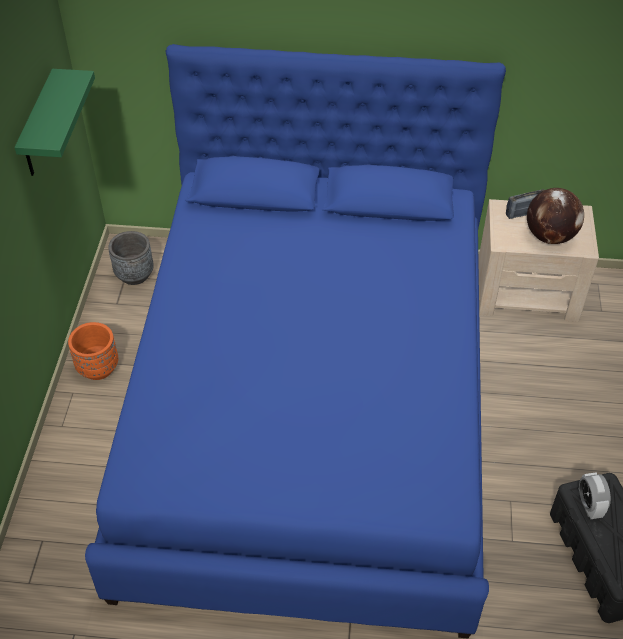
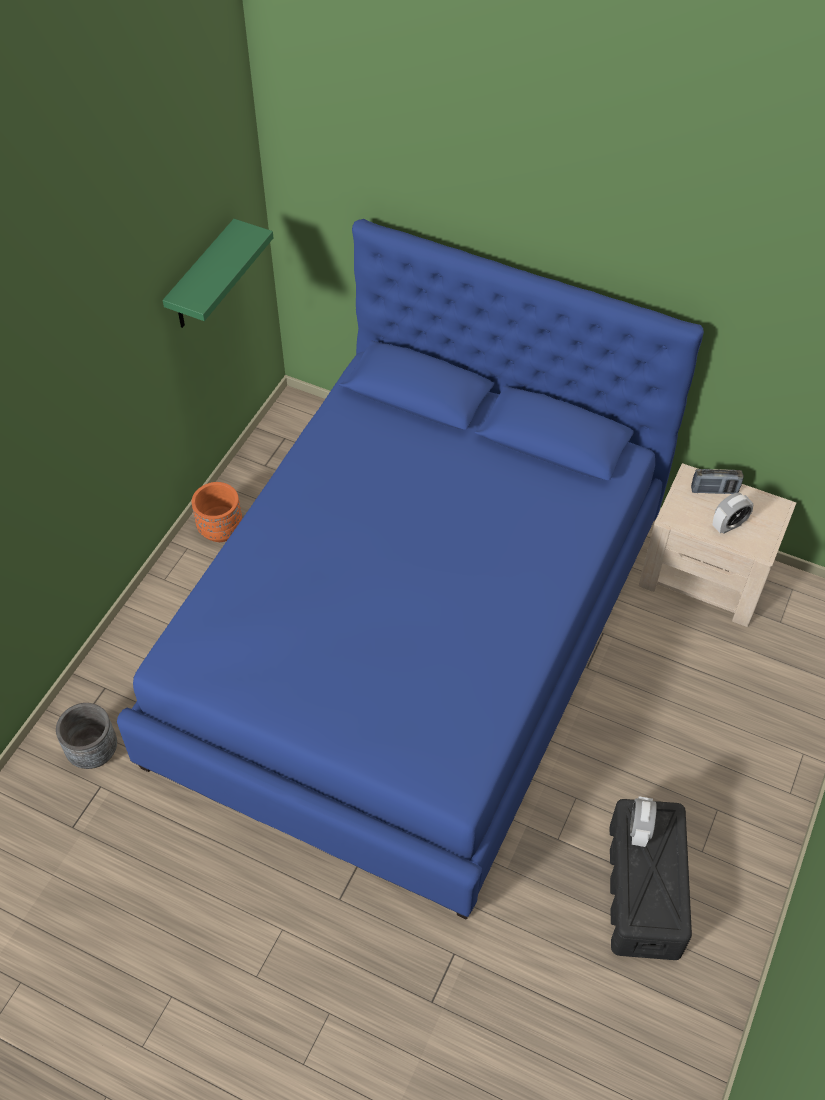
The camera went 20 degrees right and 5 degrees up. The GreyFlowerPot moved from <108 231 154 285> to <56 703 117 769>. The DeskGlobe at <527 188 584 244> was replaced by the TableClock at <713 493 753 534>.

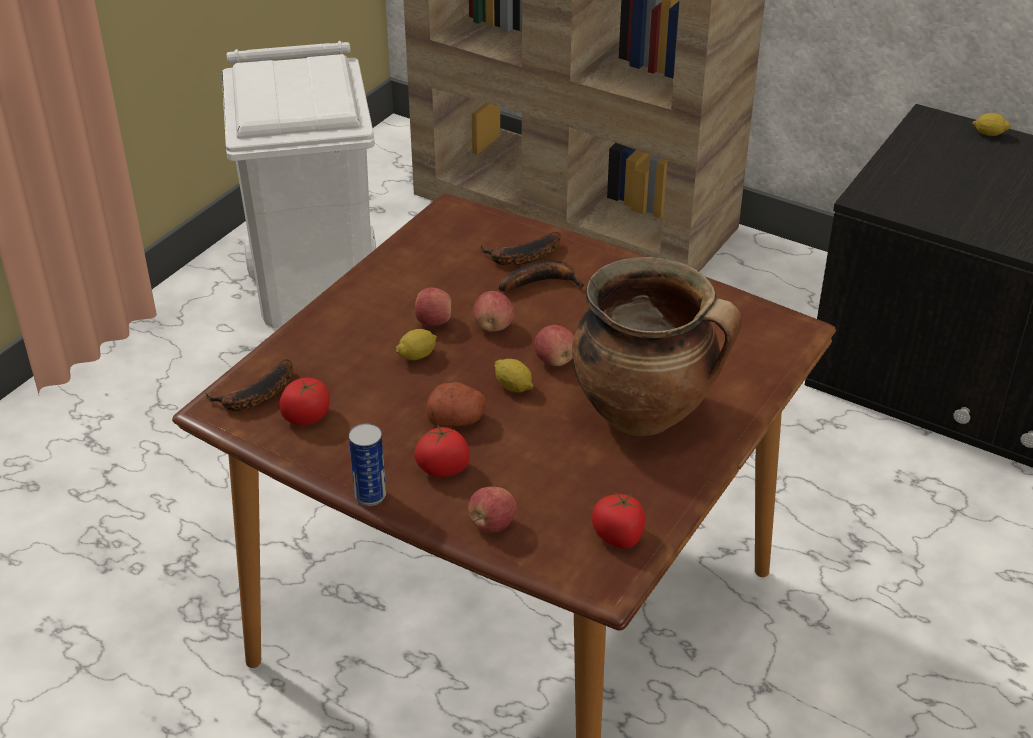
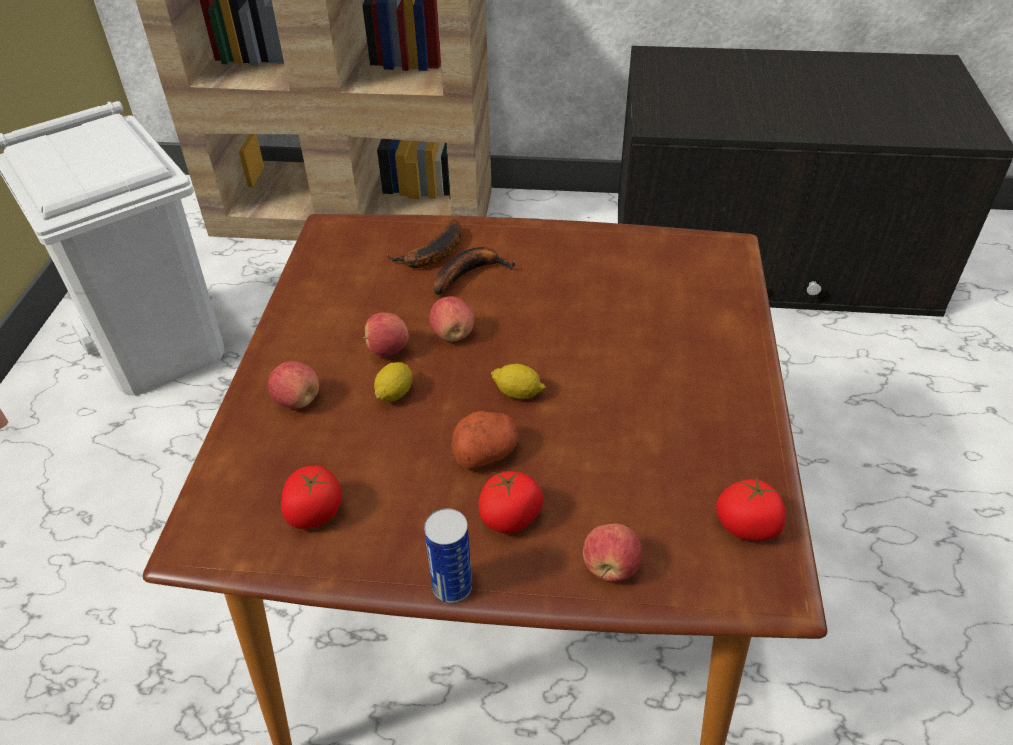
The camera went 25 degrees left and 5 degrees up. The WholeBanana at <205 359 293 411> disappeared. The AppleFruit moved from <534 325 574 366> to <268 361 319 409>. The Saucepot at <572 257 742 436> disappeared. The CitrusFruit at <972 113 1011 136> disappeared.

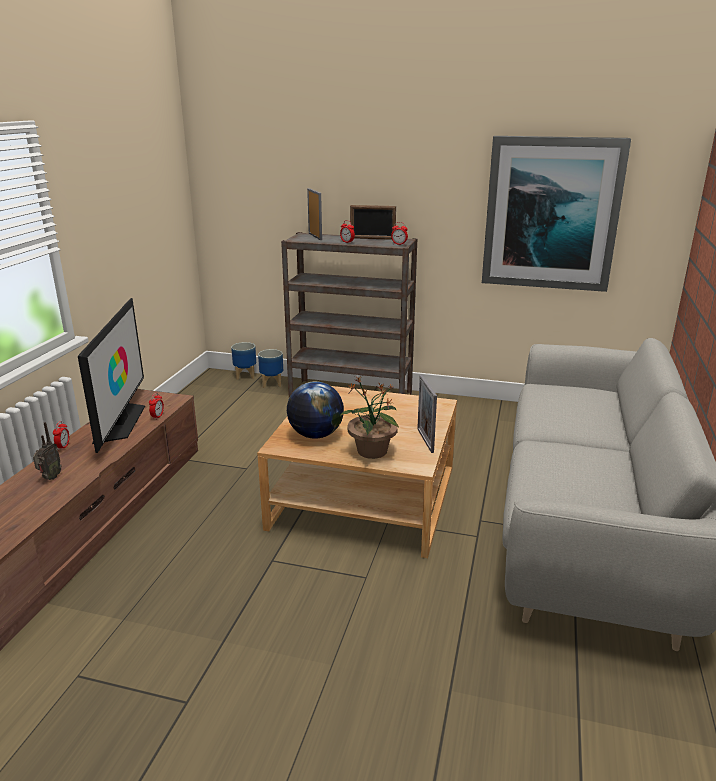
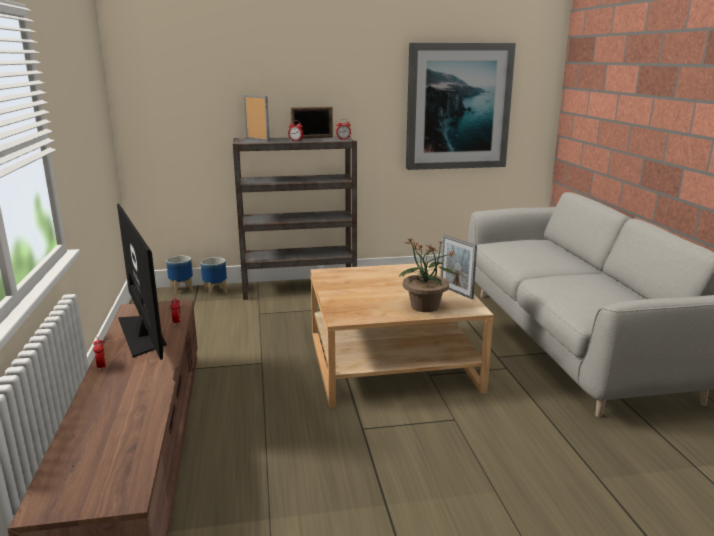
The camera went 25 degrees left and 5 degrees down. The RadioReceiver at <33 422 62 480> disappeared. The DeskGlobe at <287 381 344 439> disappeared.

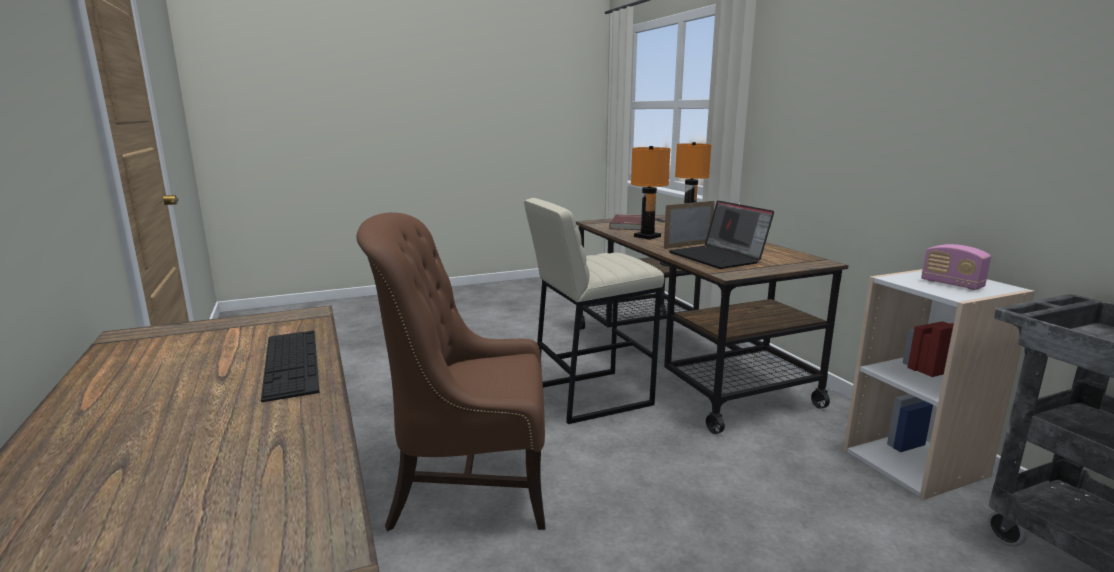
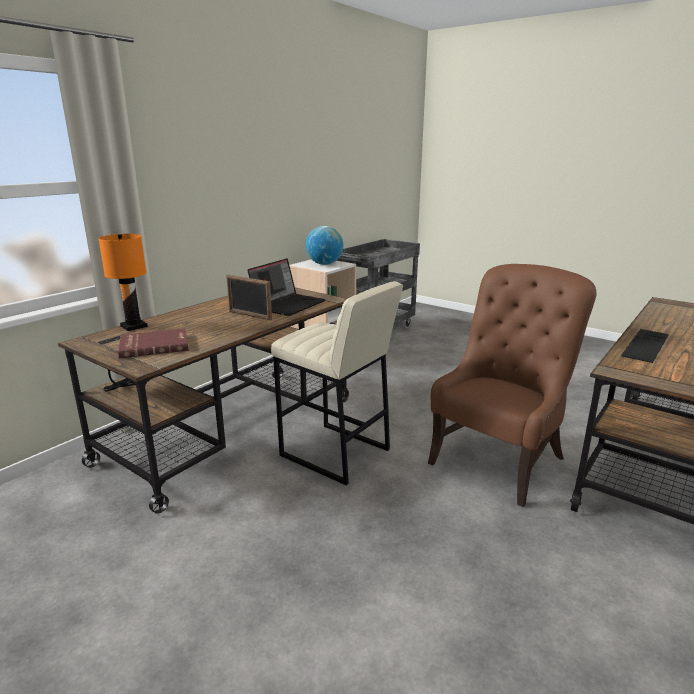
The camera went 120 degrees left and 5 degrees up. The BrownishUprightChair at <356 212 545 531> turned 105 degrees counterclockwise. The OrangeColouredTabletopLamp at <631 146 671 240> disappeared. The RadioReceiver at <921 244 991 290> was replaced by the DeskGlobe at <305 226 343 265>.

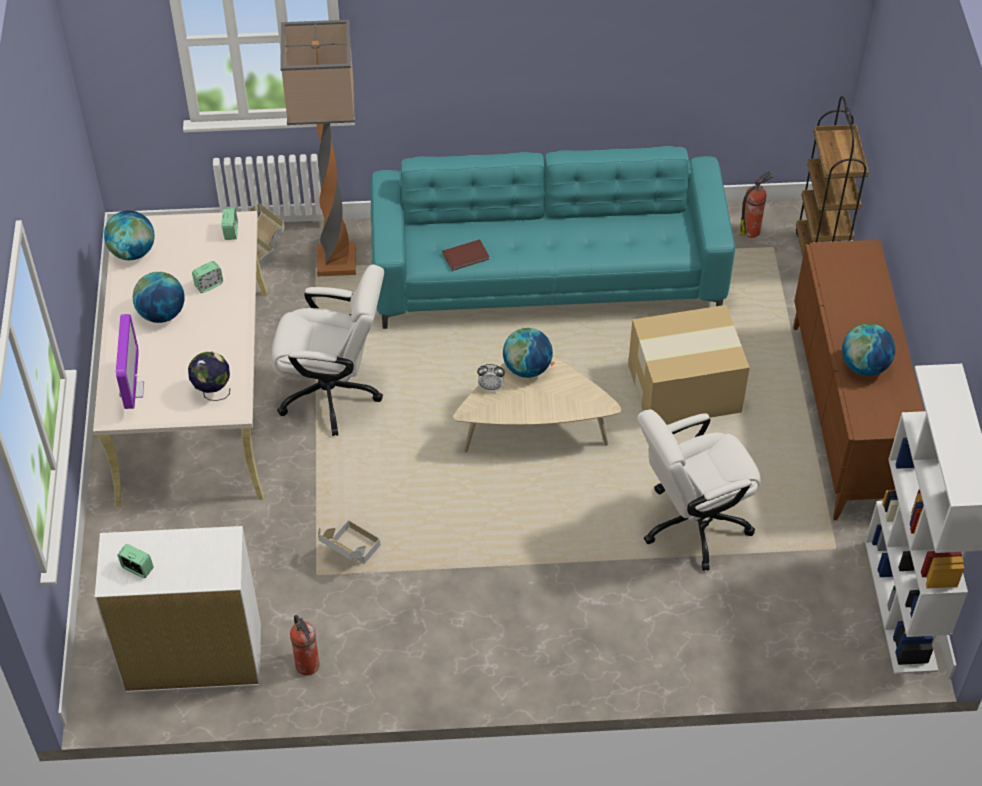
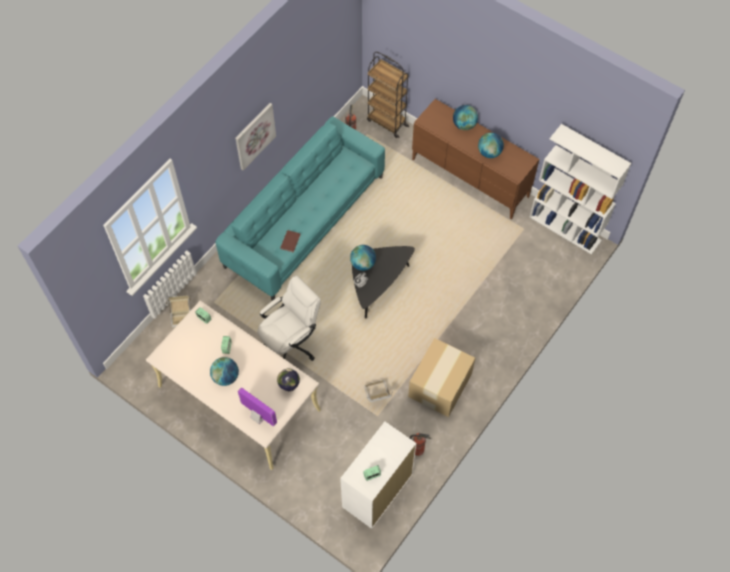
The camera went 50 degrees left and 10 degrees up. The DeskGlobe moved from <104 210 155 260> to <453 105 478 130>. The FloorLamp at <280 20 356 276> disappeared. The SandColouredCoffeeTable at <453 355 621 452> became the BlackishCoffeeTable at <352 246 415 318>. The PackingBox moved from <628 305 750 425> to <408 338 475 417>. The WhiteDeskChair at <637 409 761 571> disappeared. The Picture at <235 103 276 170> appeared.

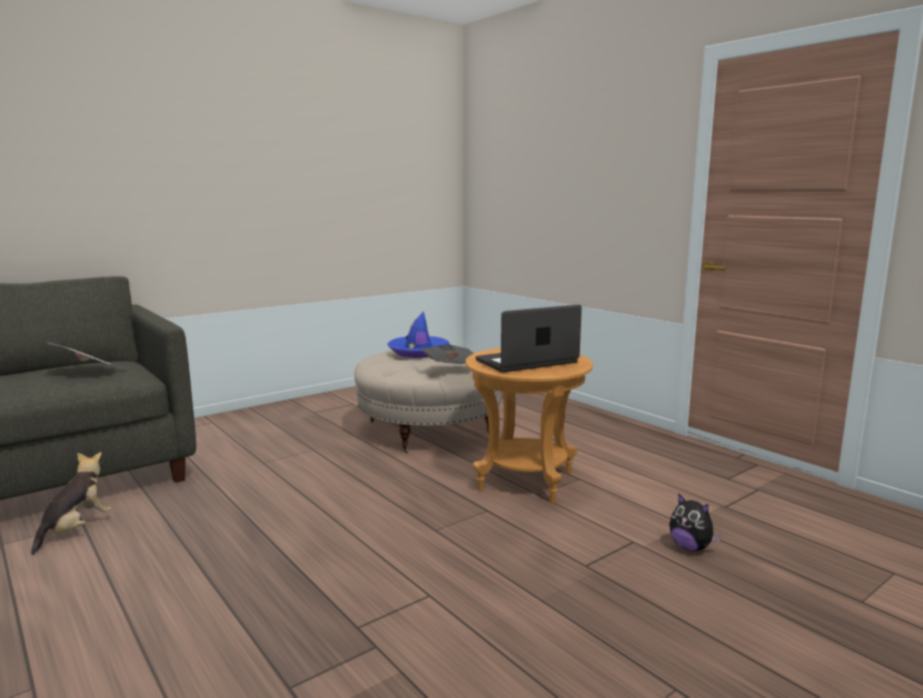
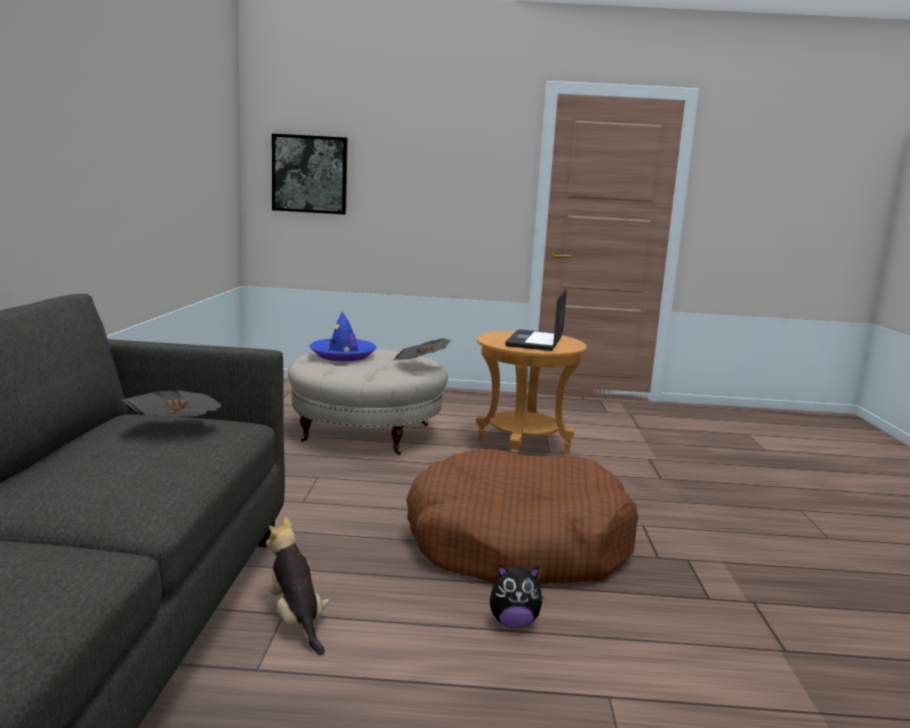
The camera went 50 degrees left and 0 degrees up. The SoftToy moved from <669 493 721 551> to <490 565 544 628>. The Picture at <272 134 348 214> appeared. The BrownishPetBed at <406 449 638 585> appeared.

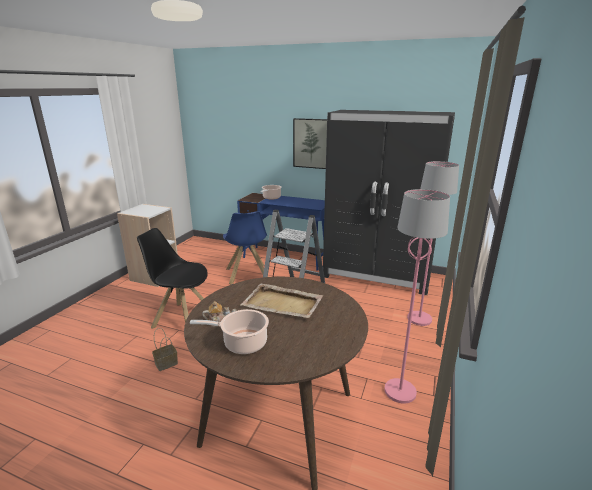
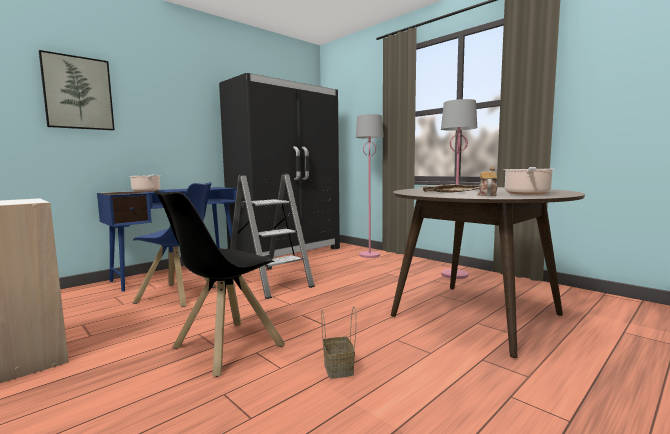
The camera went 65 degrees left and 15 degrees down. The Picture moved from <293 118 327 169> to <39 50 115 130>.

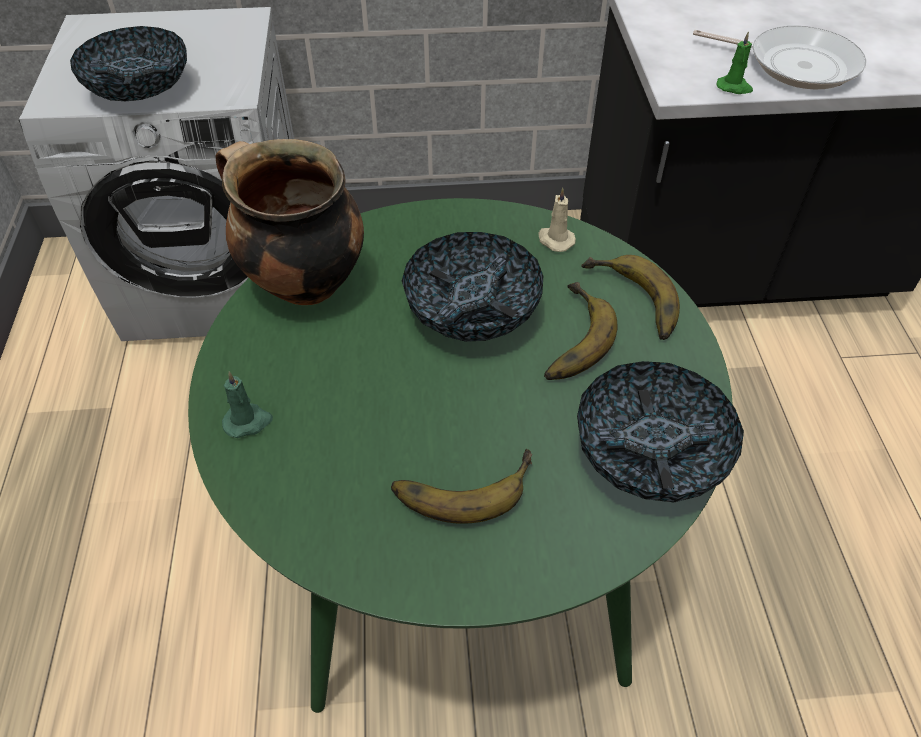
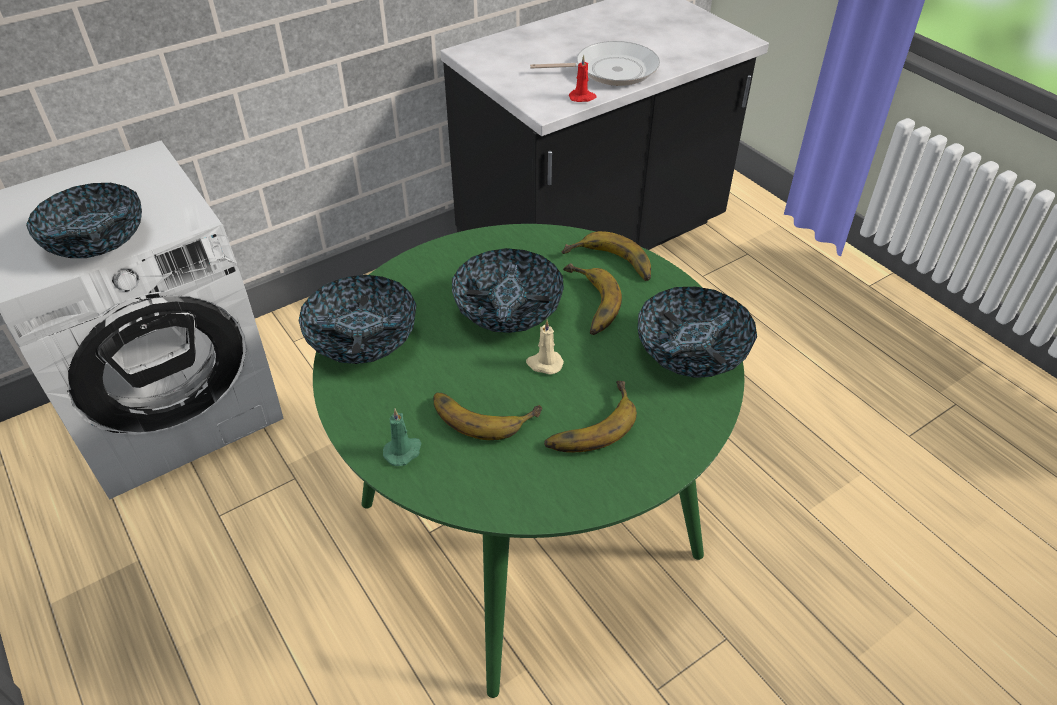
The camera went 30 degrees left and 5 degrees down. The Saucepot at <215 139 364 305> was replaced by the ServingBowl at <299 275 417 364>. The SandColouredWaxCandle moved from <538 188 576 252> to <526 319 564 375>. The GreenWaxCandle at <716 31 753 94> became the ReddishWaxCandle at <569 55 597 102>. The WholeBanana at <433 392 542 440> appeared.

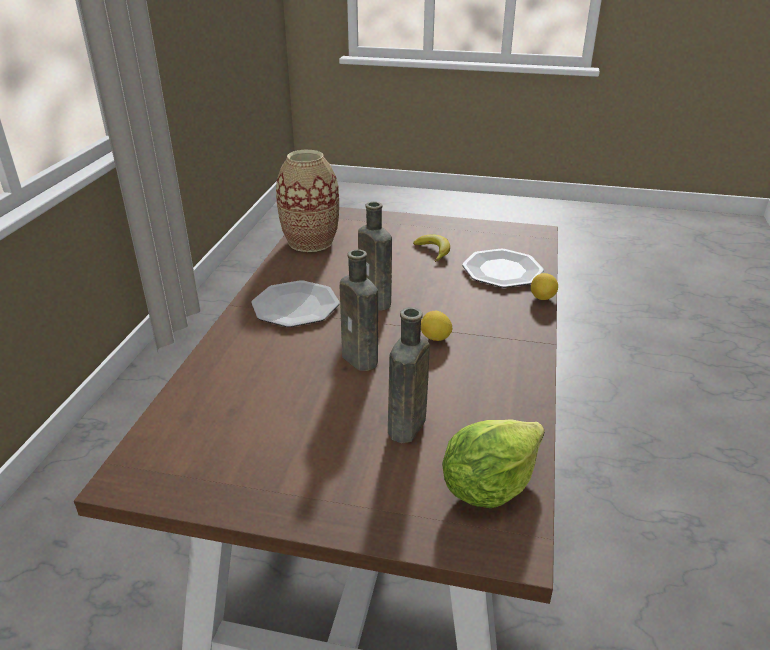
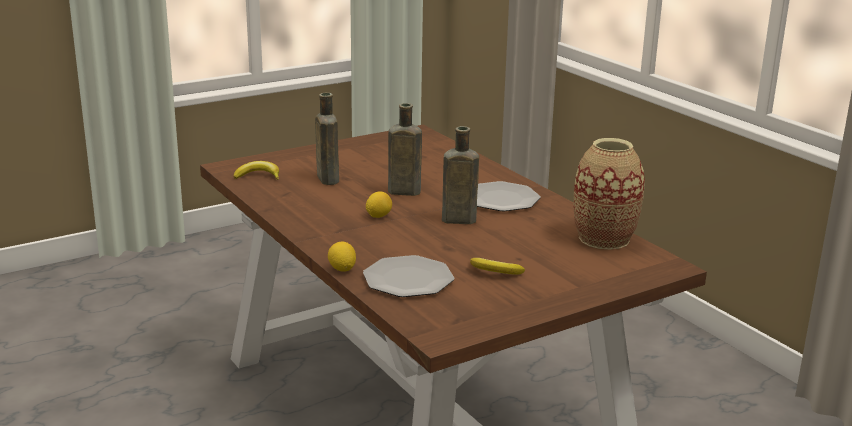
The camera went 135 degrees right and 10 degrees down. The LettuceHead at <442 419 545 508> was replaced by the WholeBanana at <234 161 279 180>.

